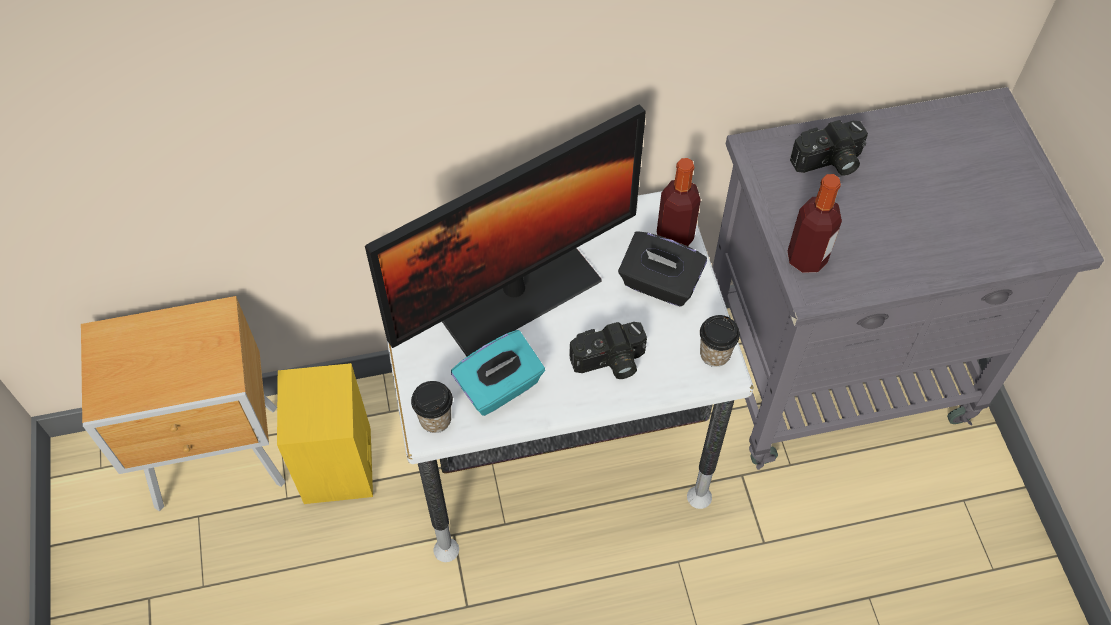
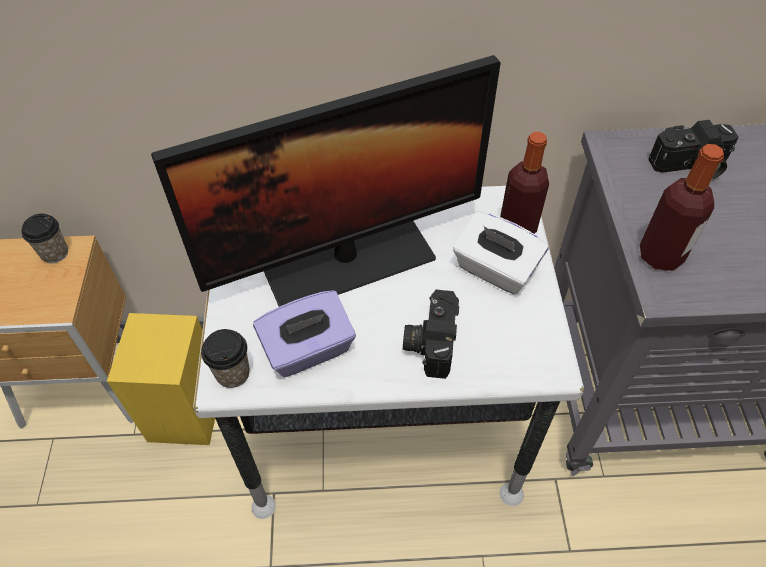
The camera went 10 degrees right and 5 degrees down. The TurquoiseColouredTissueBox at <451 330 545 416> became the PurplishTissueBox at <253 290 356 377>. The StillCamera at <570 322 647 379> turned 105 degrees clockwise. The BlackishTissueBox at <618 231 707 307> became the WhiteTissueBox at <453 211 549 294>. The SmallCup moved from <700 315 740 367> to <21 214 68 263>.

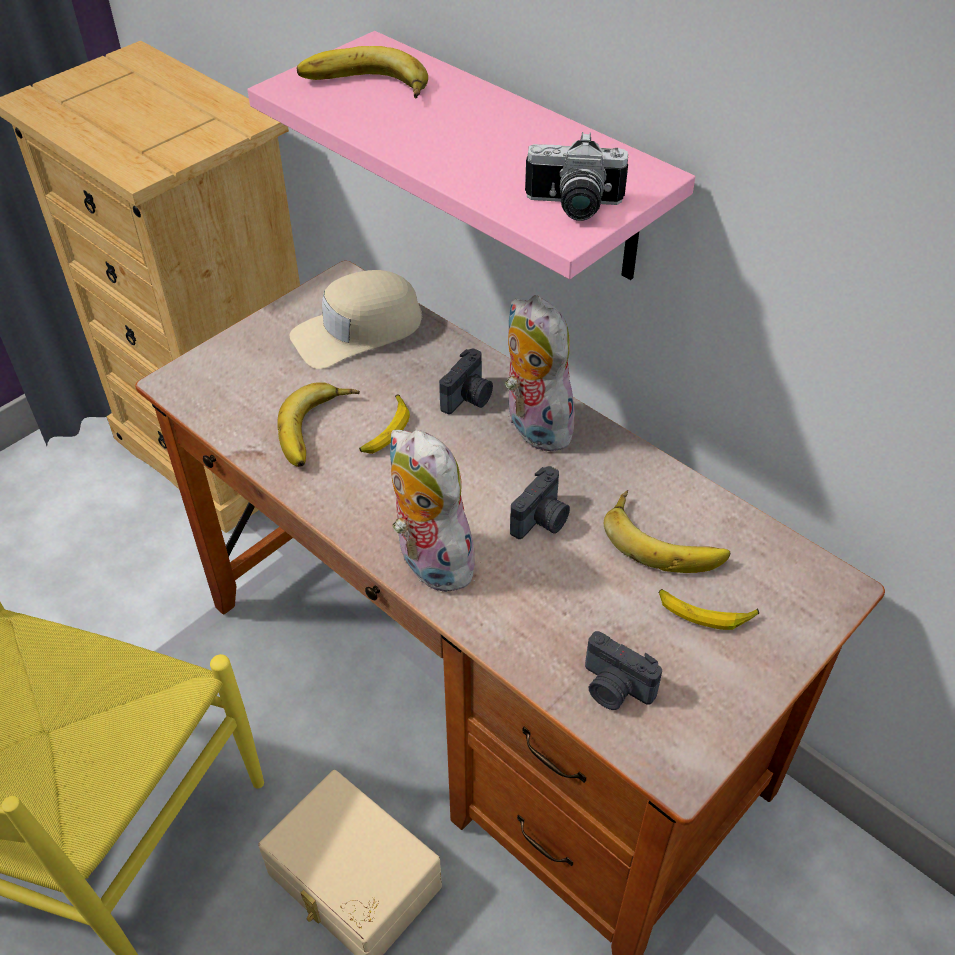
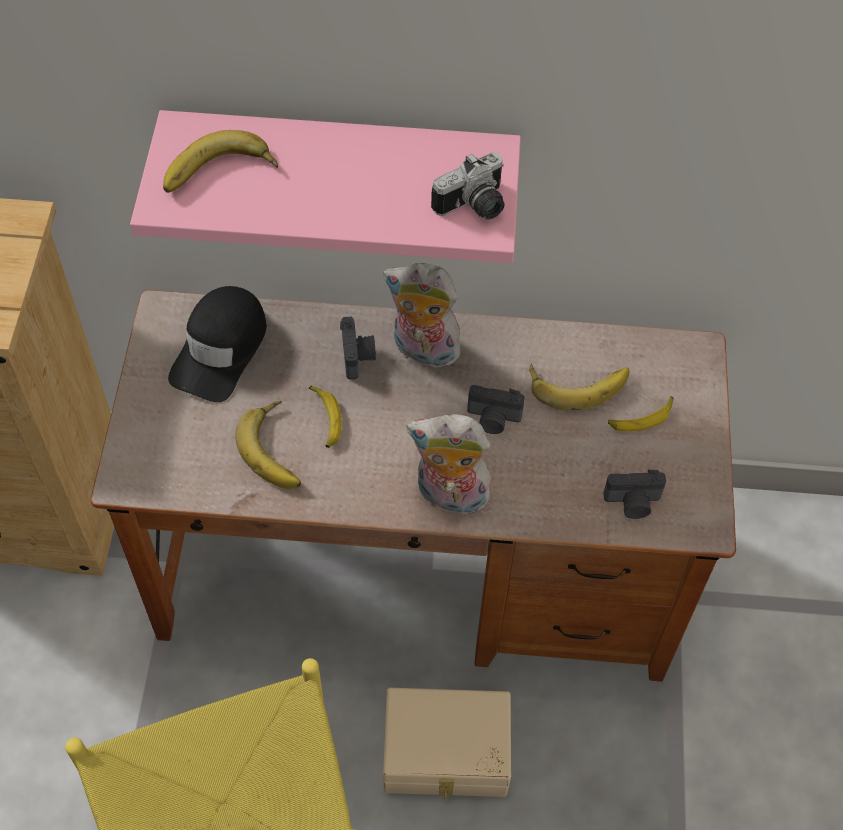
The camera went 40 degrees left and 10 degrees up. The SandColouredBaseballCap at <289 270 422 369> became the BlackishBaseballCap at <168 286 267 402>. The StillCamera at <510 466 570 539> turned 105 degrees clockwise.

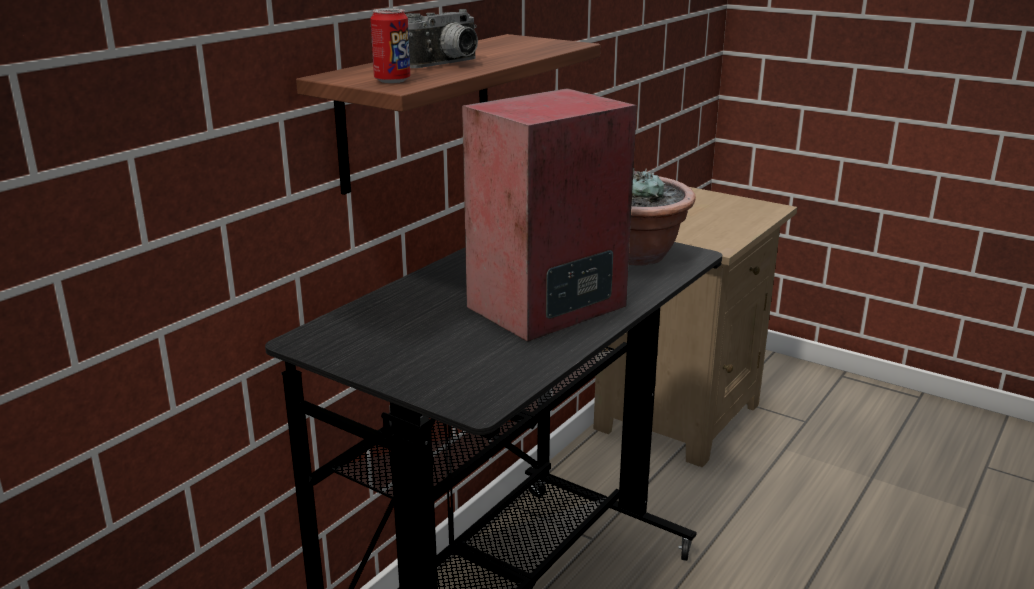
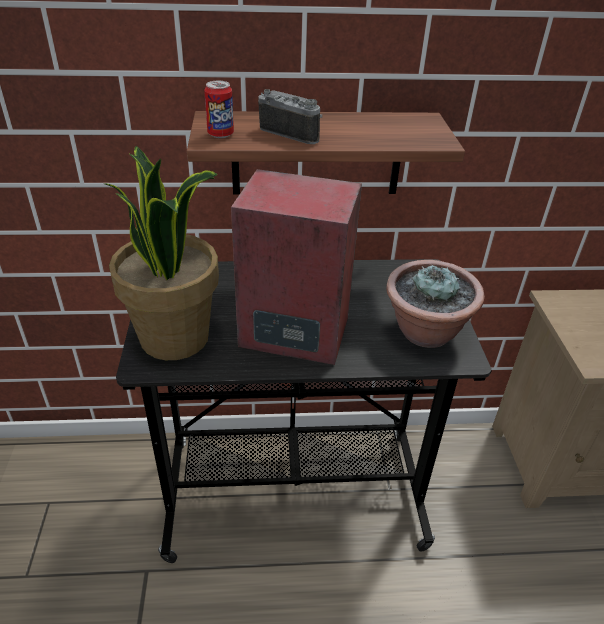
The camera went 50 degrees right and 15 degrees up. The StillCamera at <405 9 478 68> turned 150 degrees counterclockwise. The PlantInAPot at <105 146 219 360> appeared.

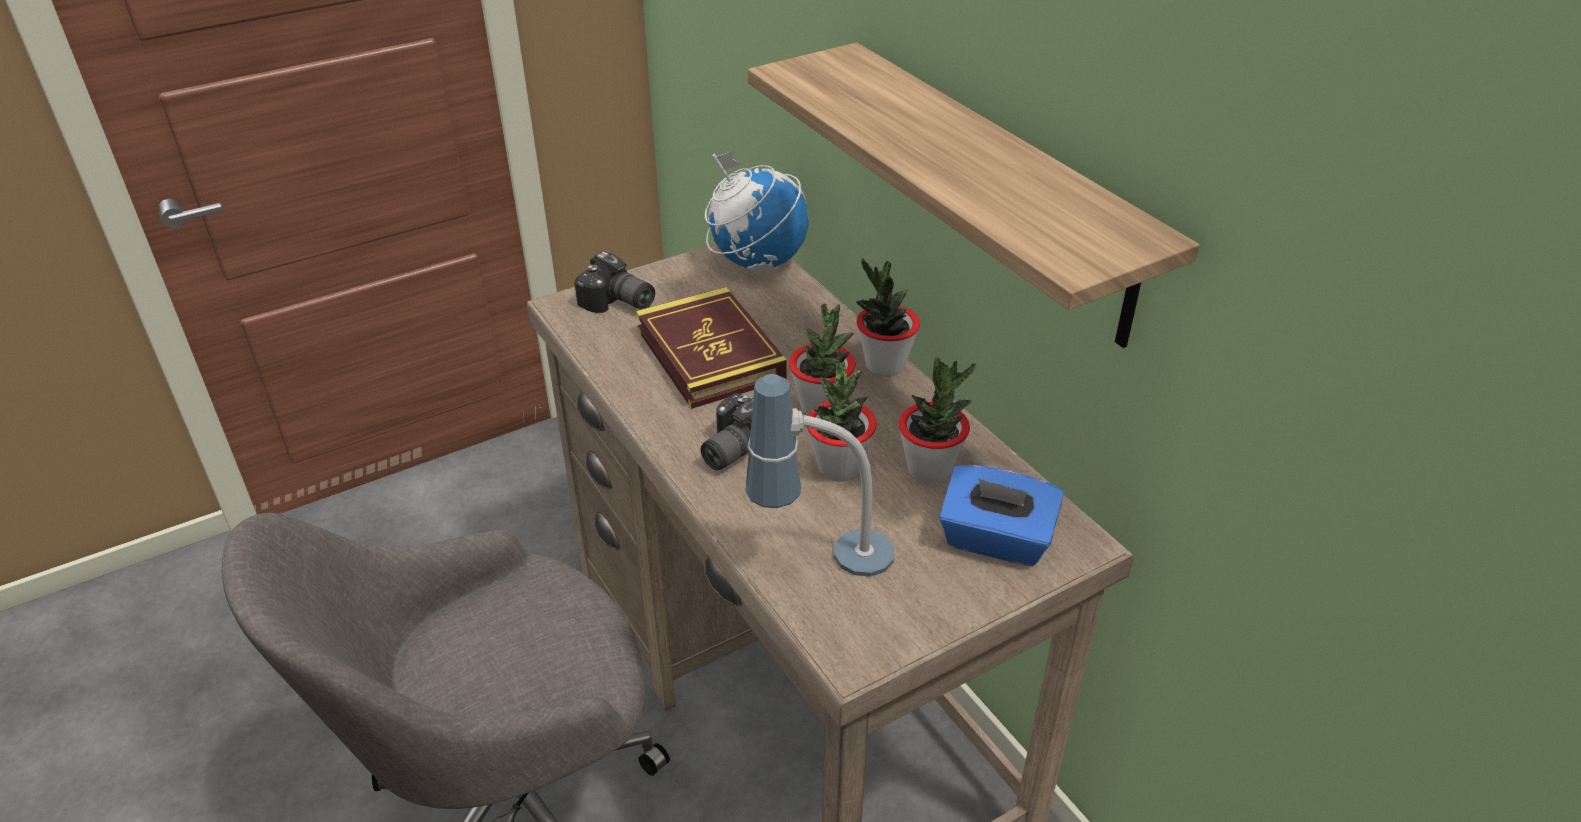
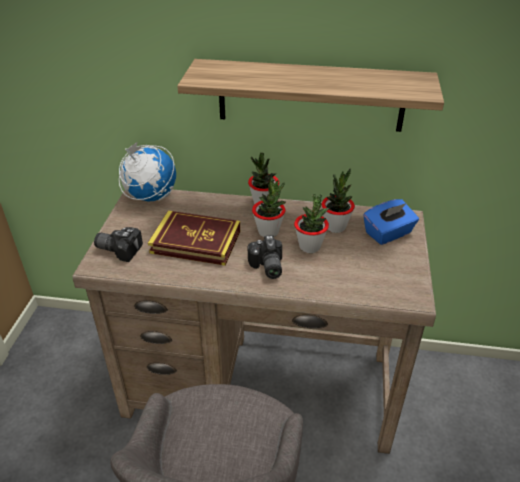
The camera went 50 degrees left and 0 degrees up. The StillCamera at <574 252 655 313> turned 150 degrees counterclockwise. The TabletopLamp at <745 374 894 577> disappeared.

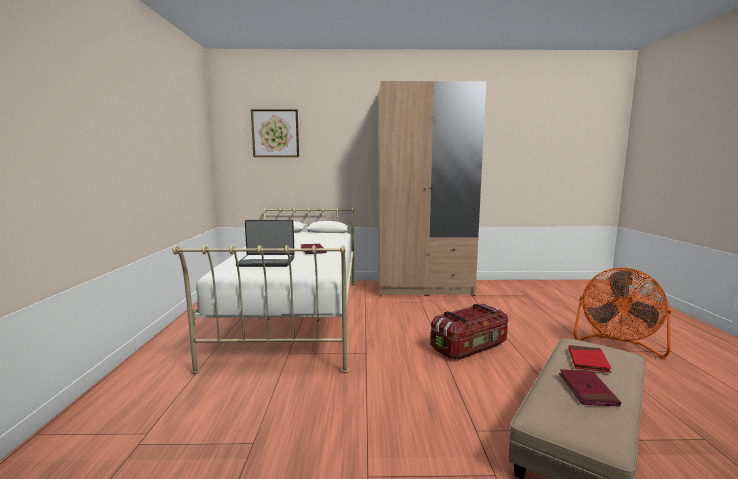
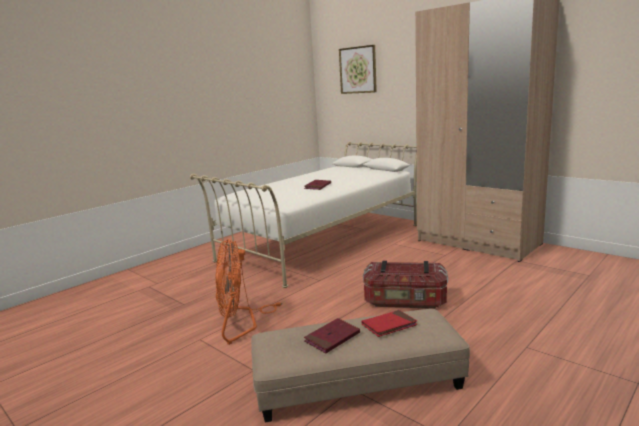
The camera went 45 degrees right and 5 degrees up. The Laptop at <236 220 295 267> disappeared. The OrangeColouredFan moved from <574 268 671 360> to <215 239 282 345>.

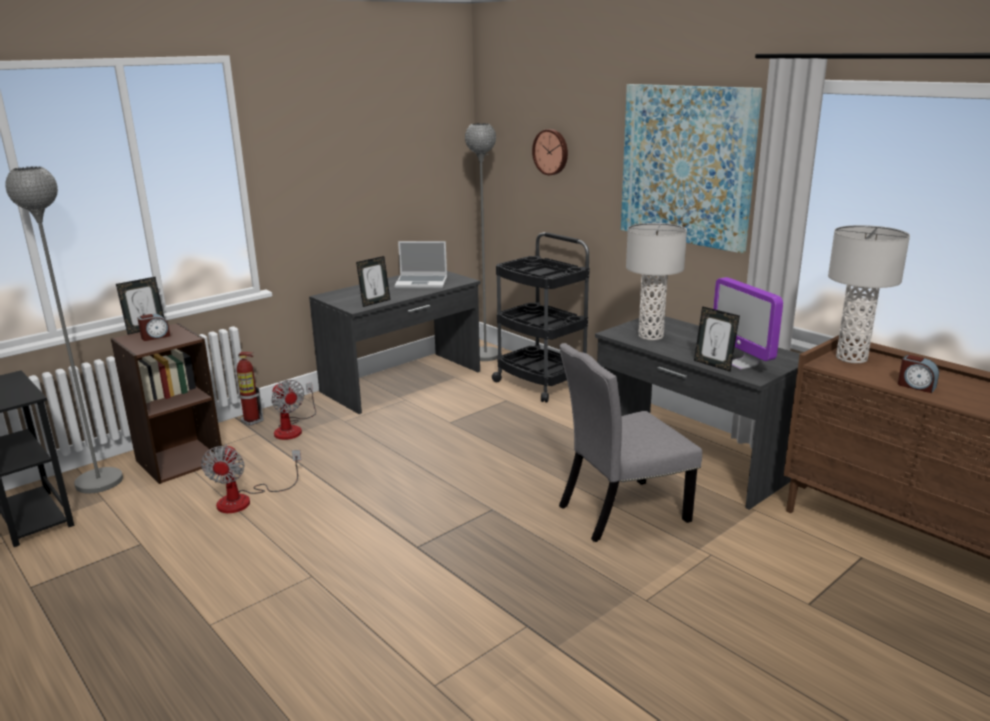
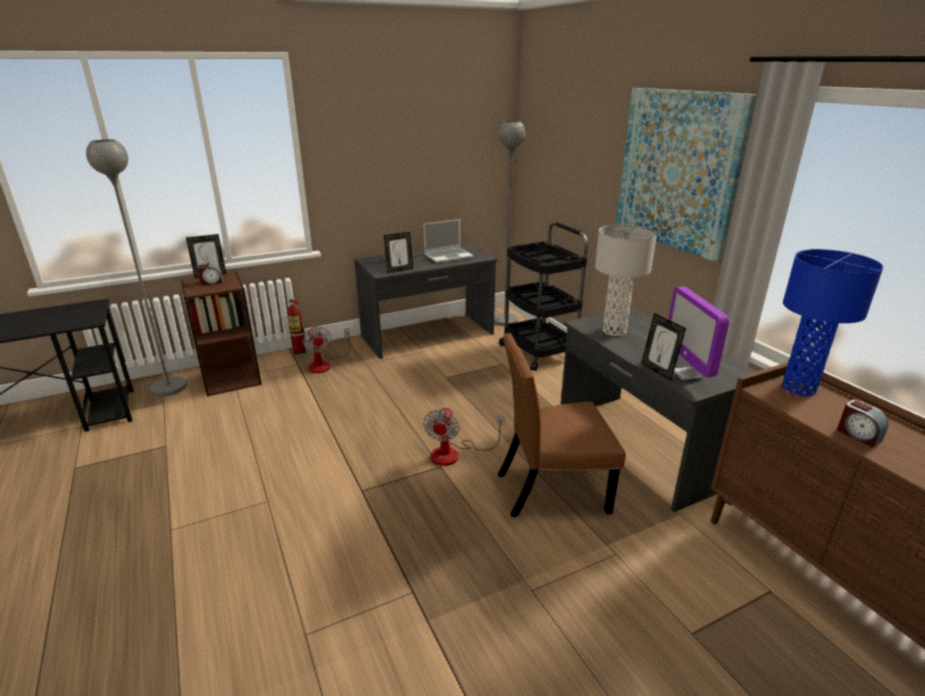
The camera went 15 degrees right and 5 degrees up. The Fan moved from <201 445 301 513> to <423 407 505 466>. The Laptop at <394 241 447 288> turned 45 degrees counterclockwise. The ClockOnTheWall at <532 129 568 175> disappeared. The GreyUprightChair at <559 343 702 542> became the BrownishUprightChair at <498 333 626 517>. The WhiteTabletopLamp at <828 225 910 363> became the BlueTabletopLamp at <782 249 883 396>.

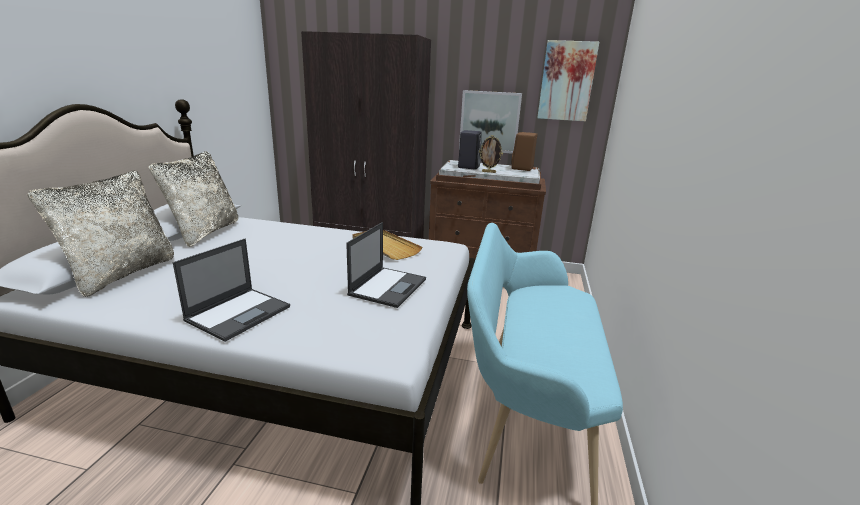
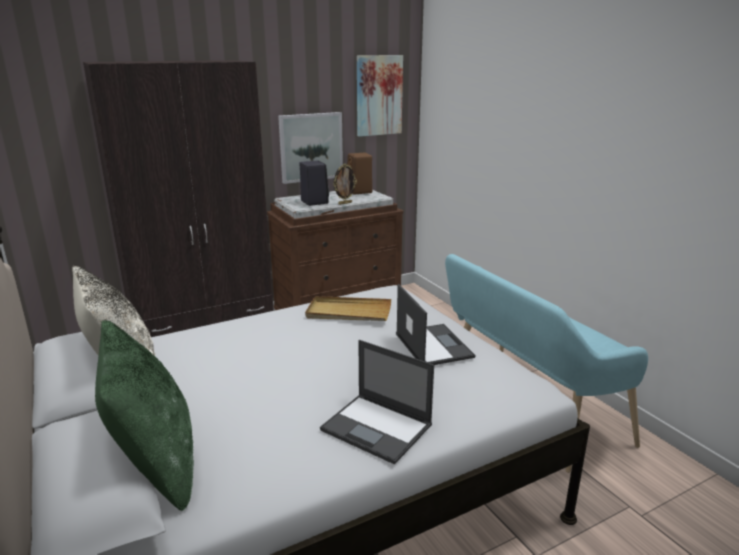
The camera went 40 degrees left and 0 degrees up. The SandColouredPillow at <27 170 174 297> became the GreenPillow at <95 320 194 511>. The Laptop at <173 238 290 342> turned 135 degrees clockwise.

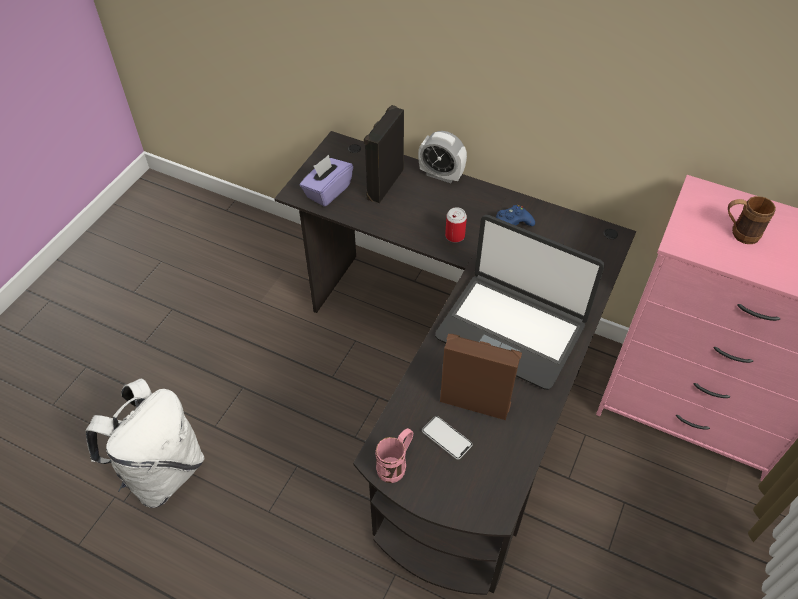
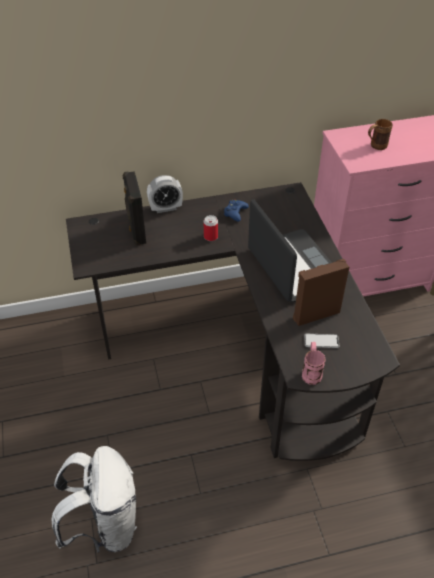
The camera went 40 degrees left and 5 degrees down. The PurplishTissueBox at <300 155 353 207> disappeared. The Laptop at <435 215 604 390> turned 105 degrees counterclockwise.

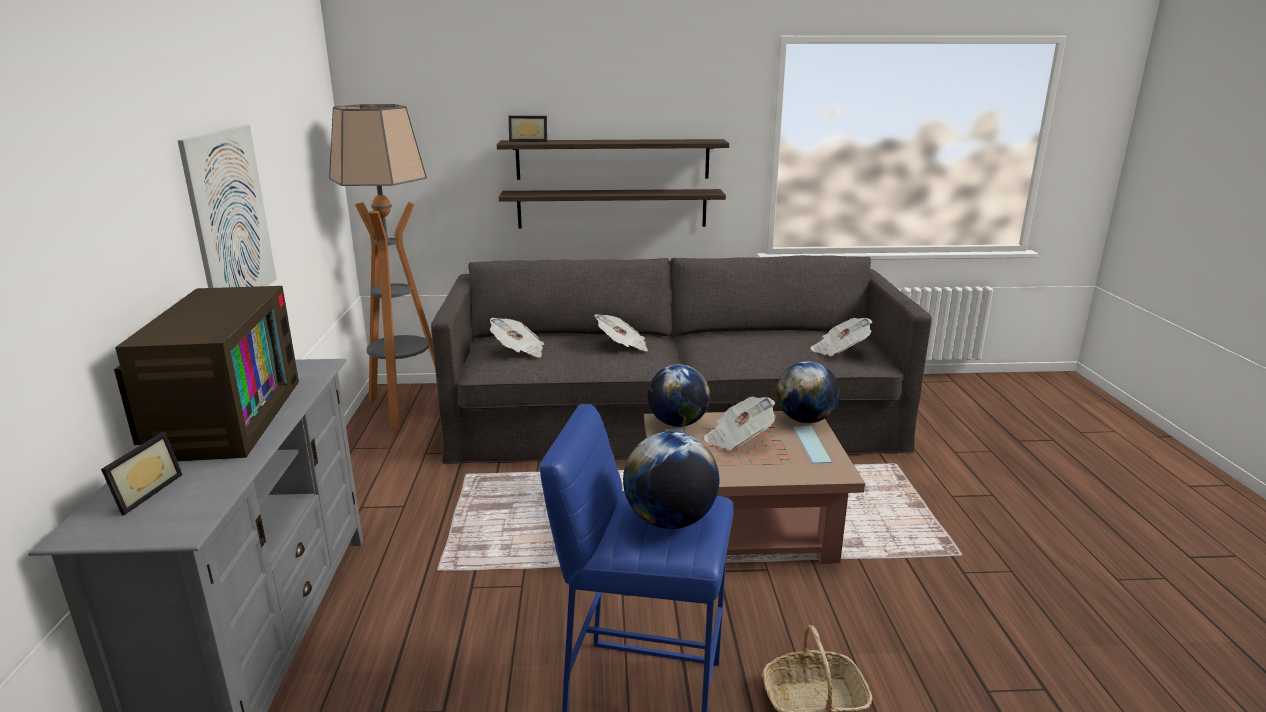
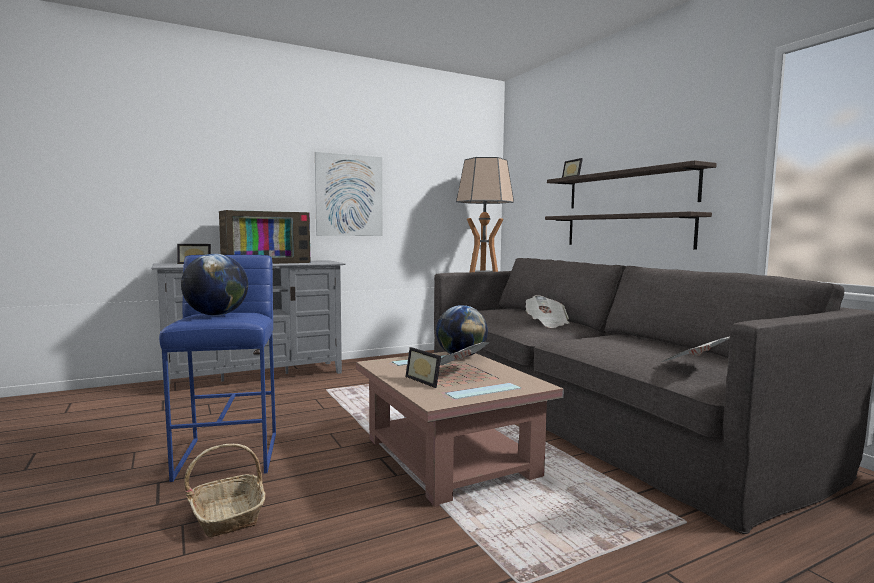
The camera went 65 degrees right and 15 degrees down. The PrintedPaper at <490 318 544 357> disappeared. The DeskGlobe at <776 361 840 423> disappeared. The PhotoFrame at <405 347 441 388> appeared.

